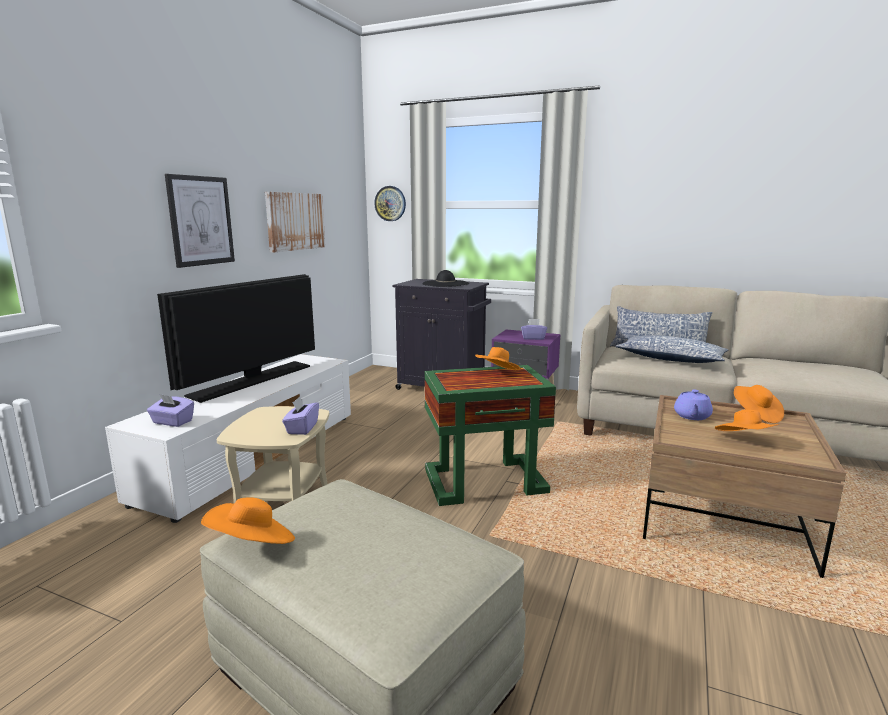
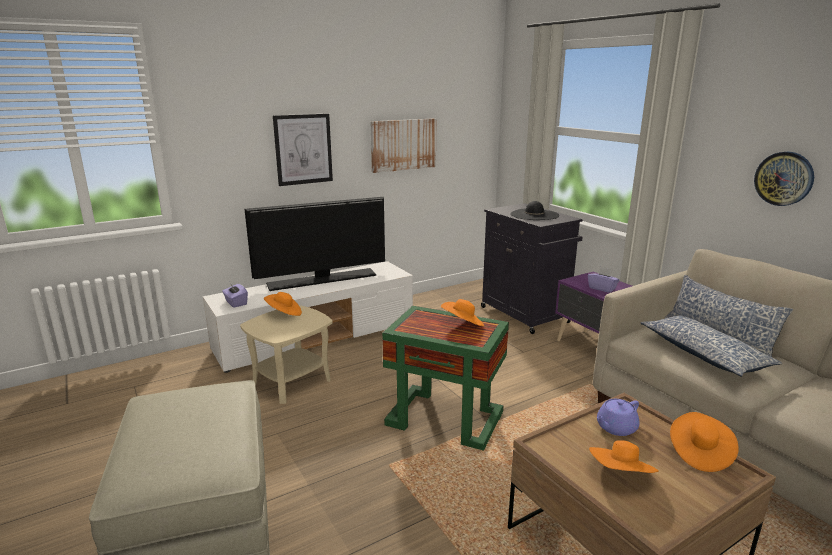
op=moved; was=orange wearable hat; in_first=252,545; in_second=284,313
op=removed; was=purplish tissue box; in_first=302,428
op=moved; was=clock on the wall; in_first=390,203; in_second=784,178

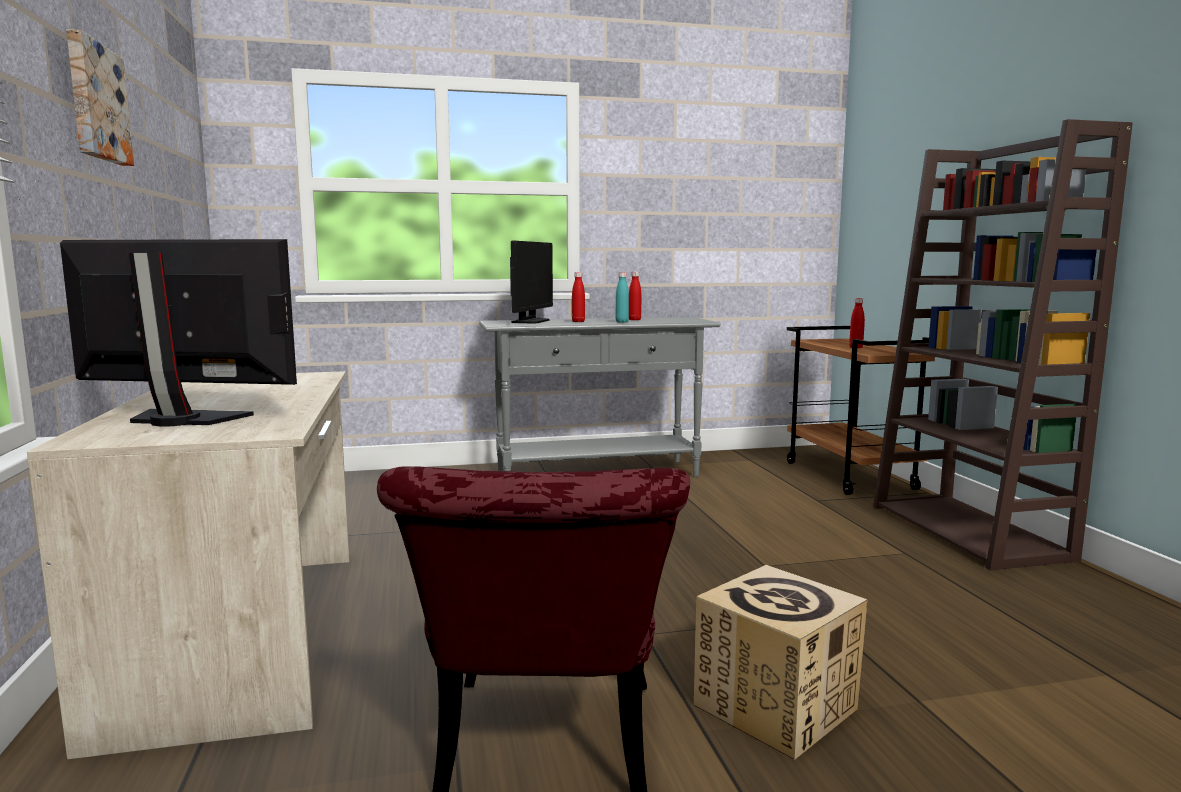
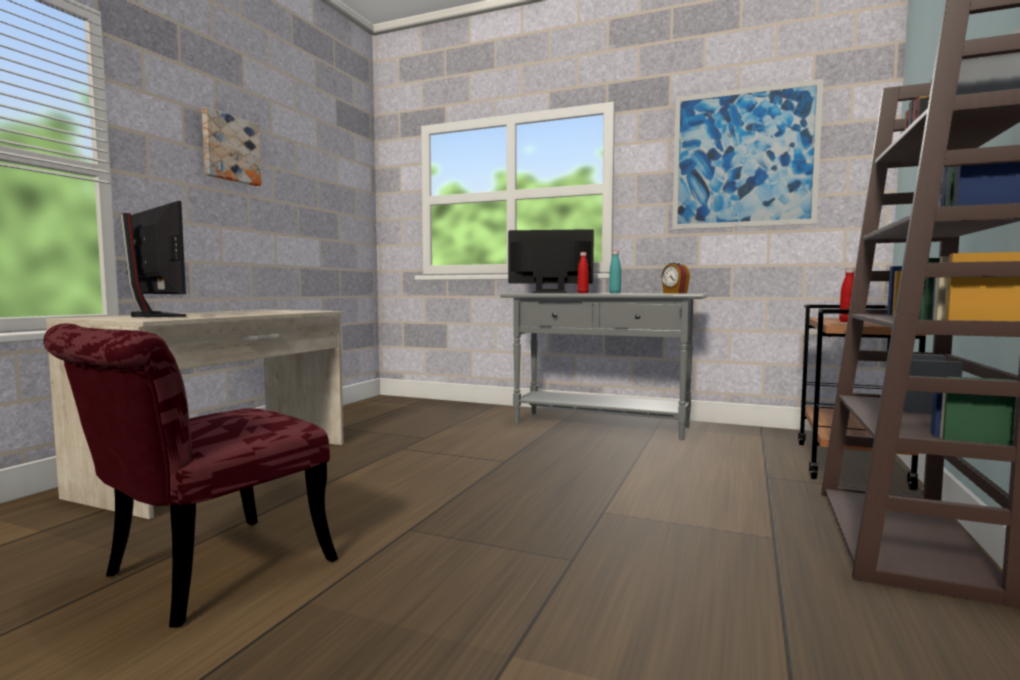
op=turned; was=monitor; in_first=530,321; in_second=550,293; clockwise=-135
op=removed; was=red-coloured bottle; in_first=634,320
op=removed; was=cardboard box; in_first=776,707
op=added; now=alarm clock; in_second=674,293
op=added; now=wall art; in_second=743,158

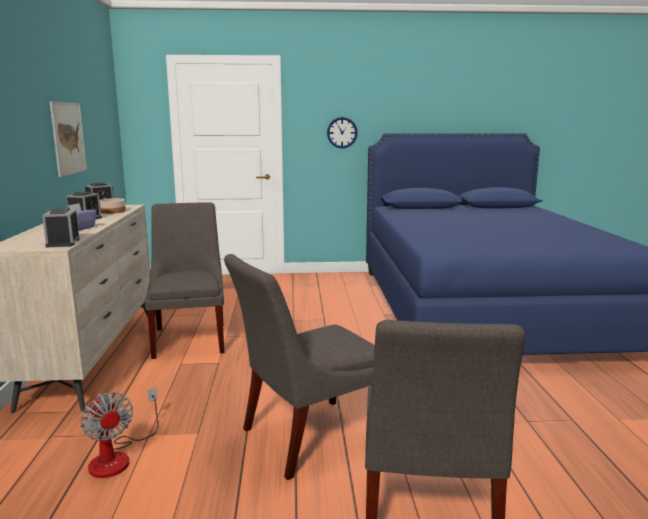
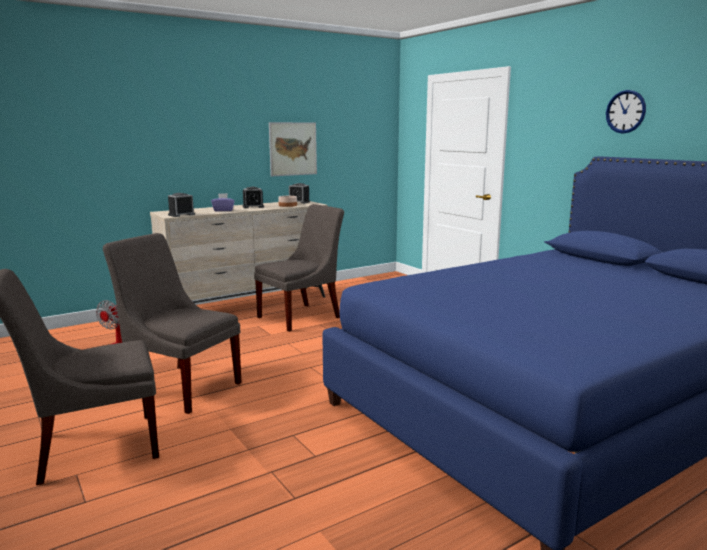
op=moved; was=clock on the wall; in_first=342,132; in_second=625,111

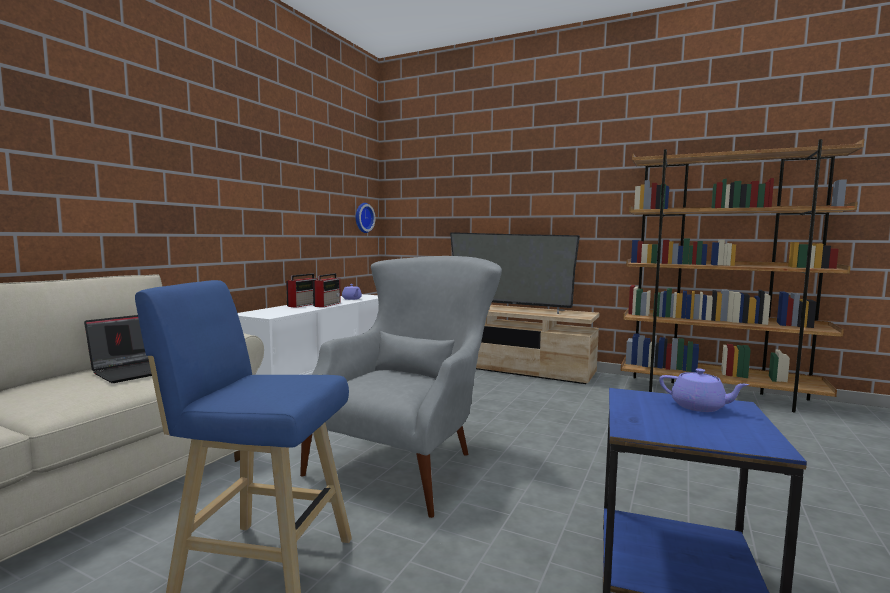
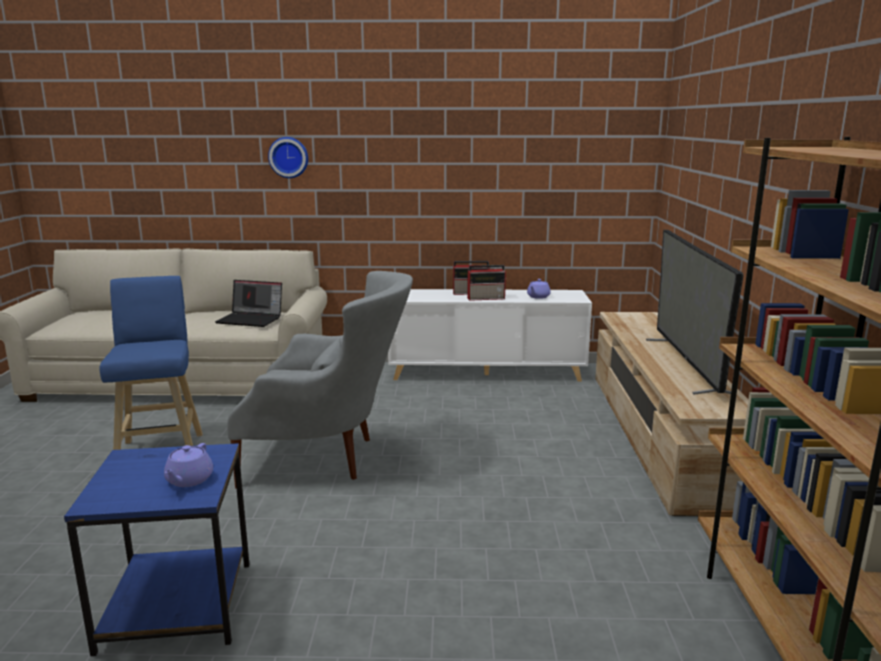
op=moved; was=clock on the wall; in_first=363,217; in_second=289,157

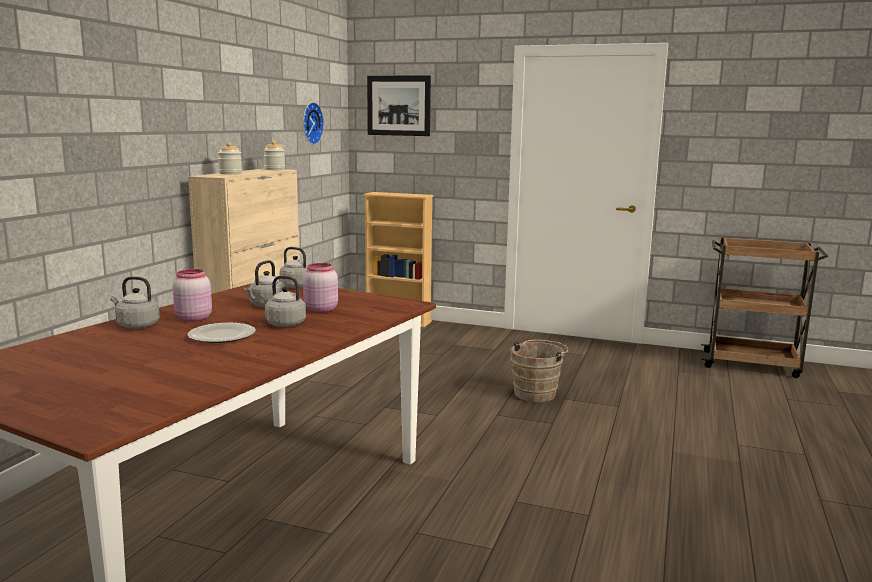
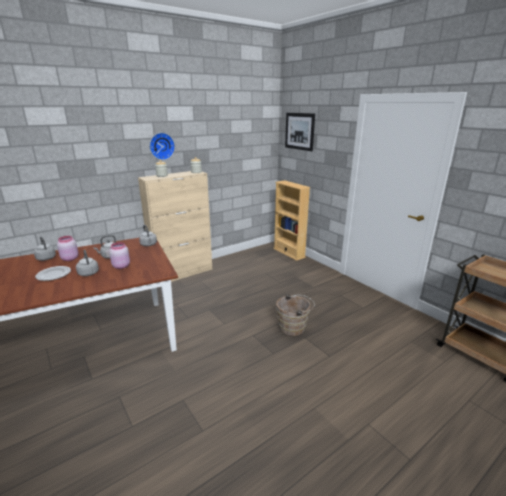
op=moved; was=clock on the wall; in_first=310,123; in_second=161,146

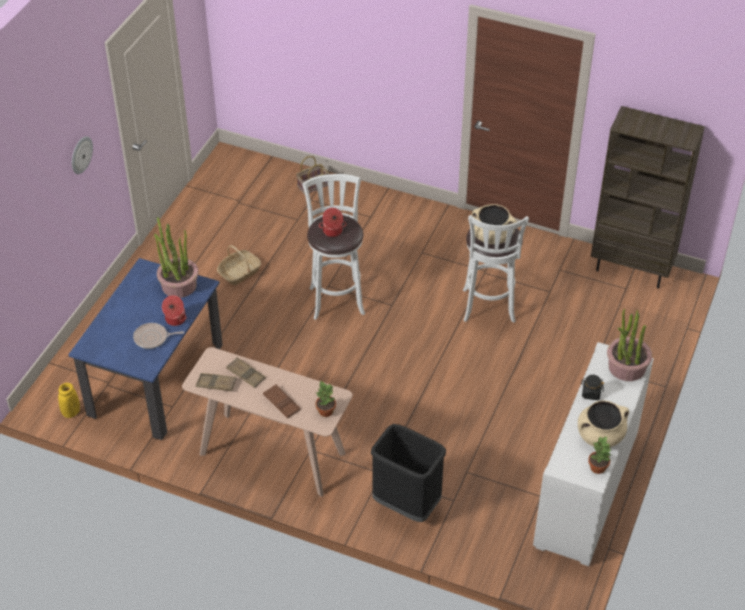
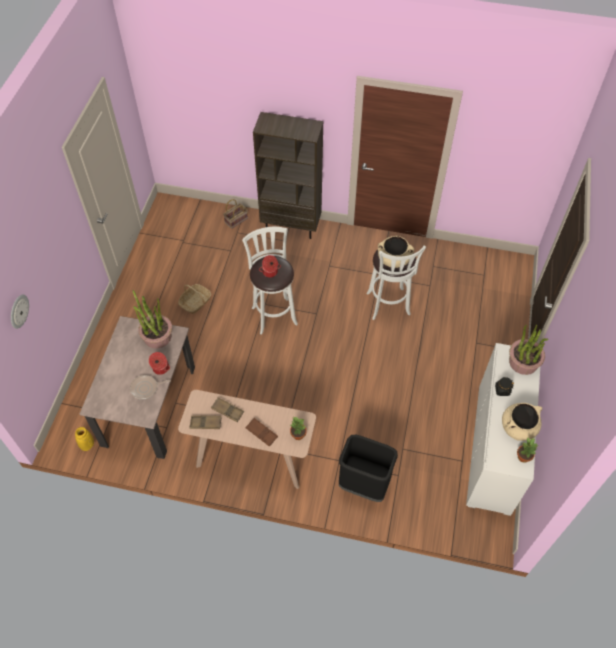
op=recoloured; was=blue dining table; now=sand-coloured dining table; in_first=156,380; in_second=149,406
op=moved; was=clock on the wall; in_first=81,154; in_second=18,311
op=moved; was=brown-coloured bookshelf; in_first=632,269; in_second=291,226

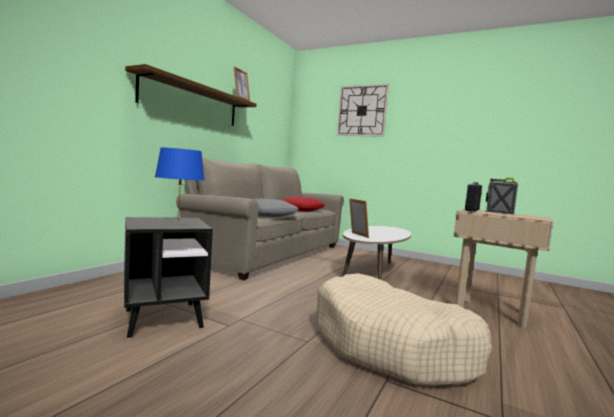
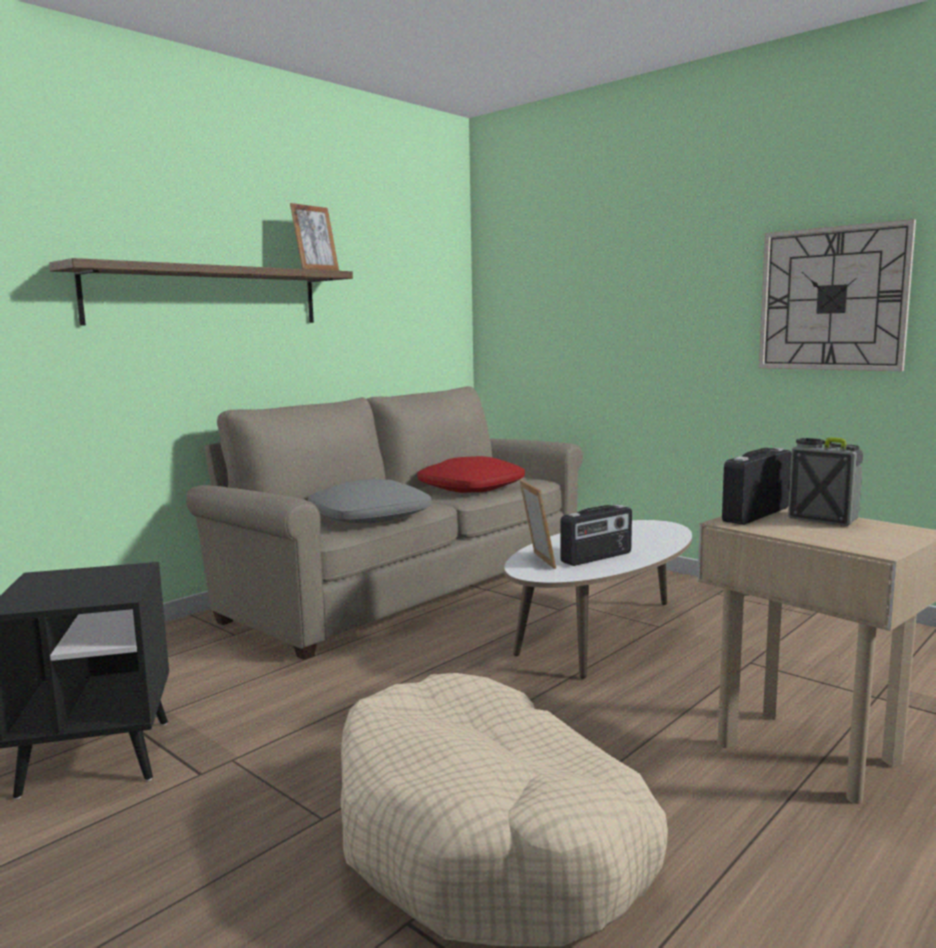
op=removed; was=blue tabletop lamp; in_first=178,220
op=moved; was=clock on the wall; in_first=362,111; in_second=832,299
op=added; now=radio; in_second=597,558

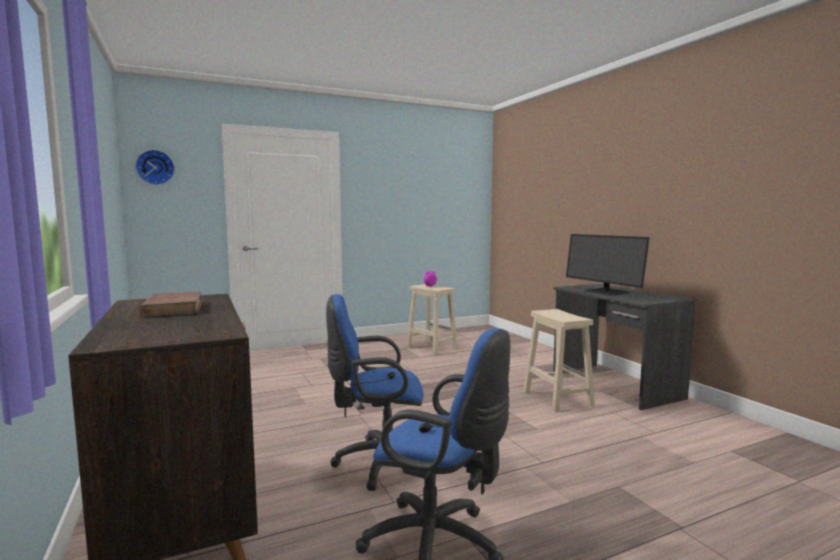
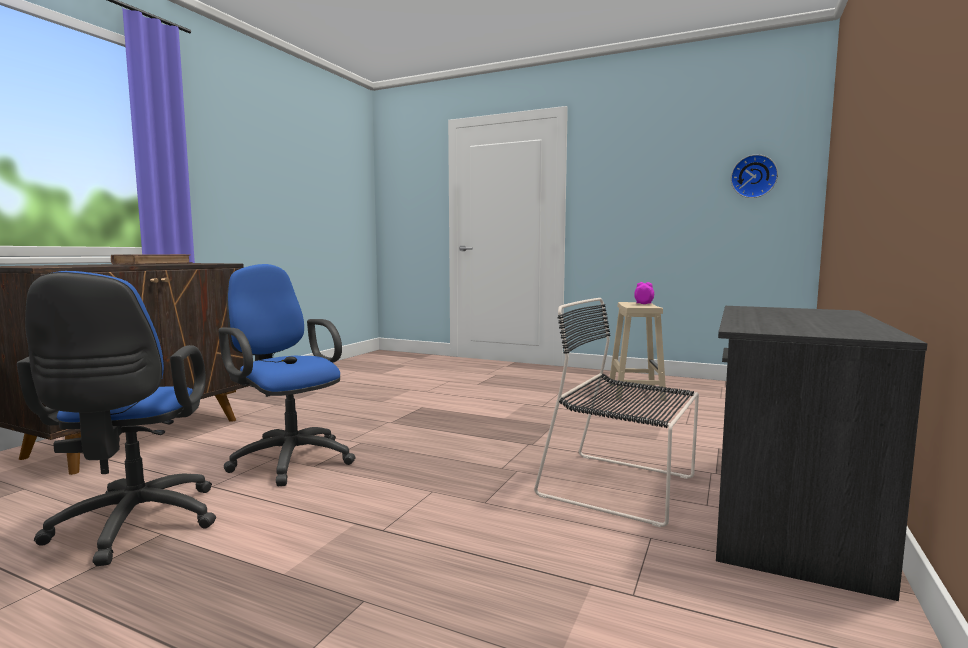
op=moved; was=clock on the wall; in_first=155,167; in_second=753,176
op=replaced; was=sand-coloured sitting stool; now=black-coloured plain chair; in_first=556,398; in_second=622,488
op=removed; was=monitor; in_first=605,292

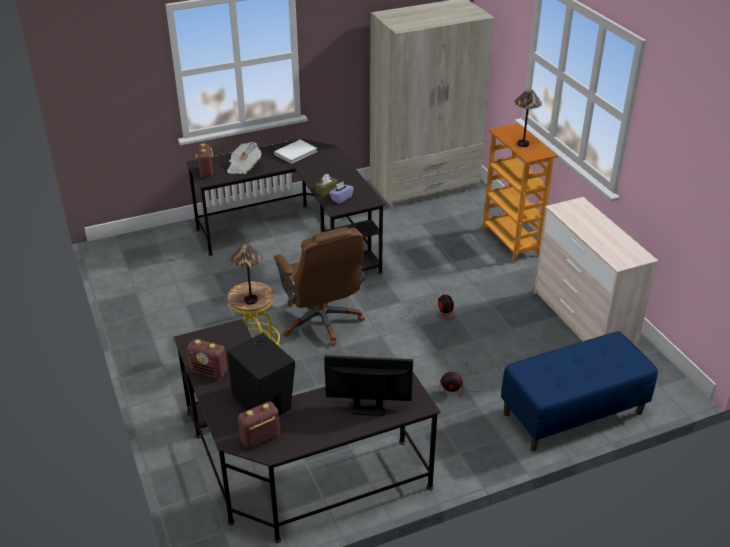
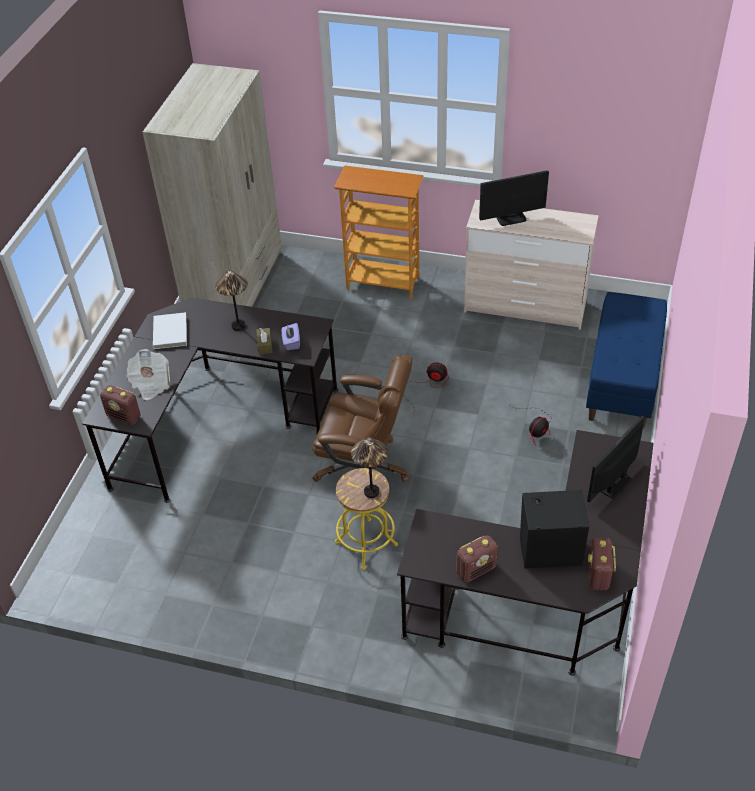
op=moved; was=tabletop lamp; in_first=523,144; in_second=238,326
op=added; now=monitor; in_second=511,218

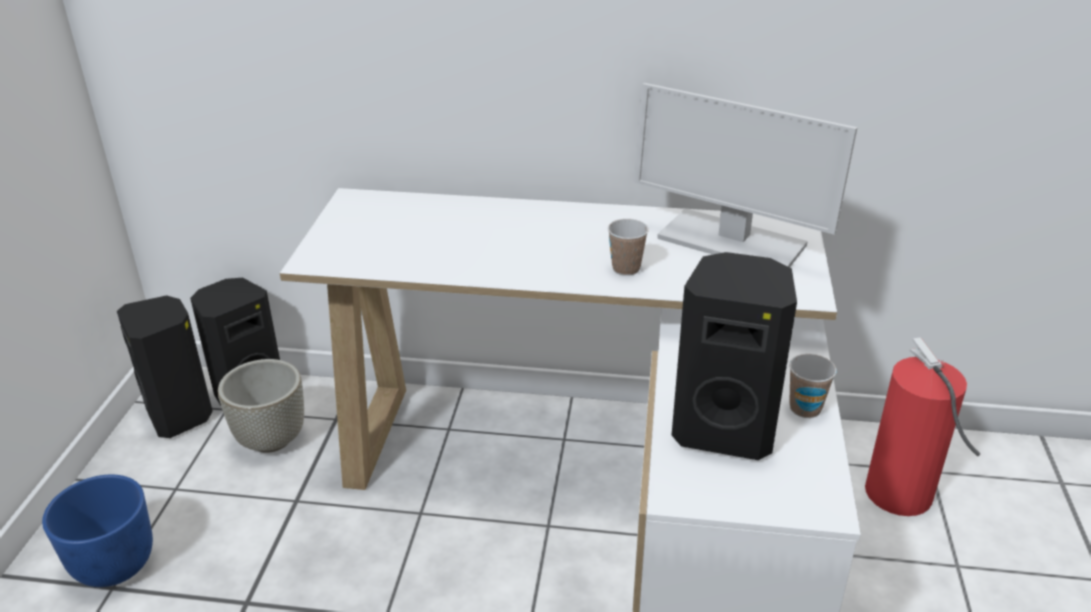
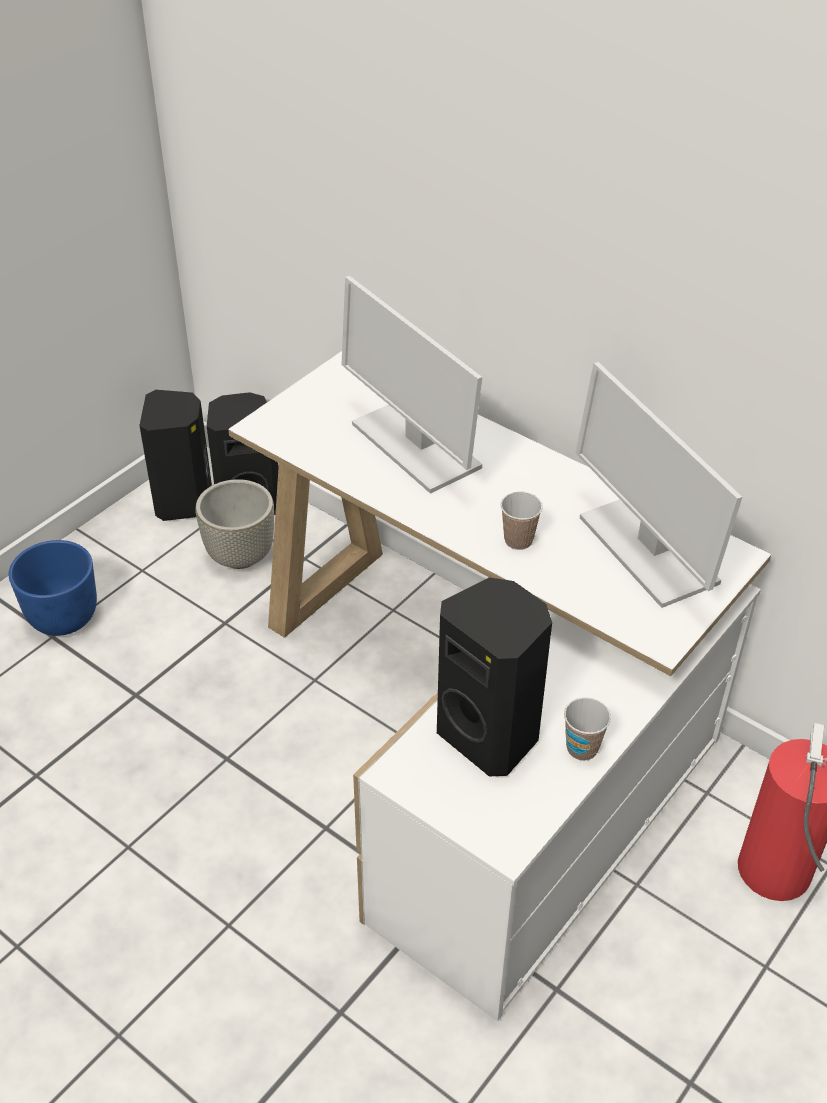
op=added; now=monitor; in_second=414,446

